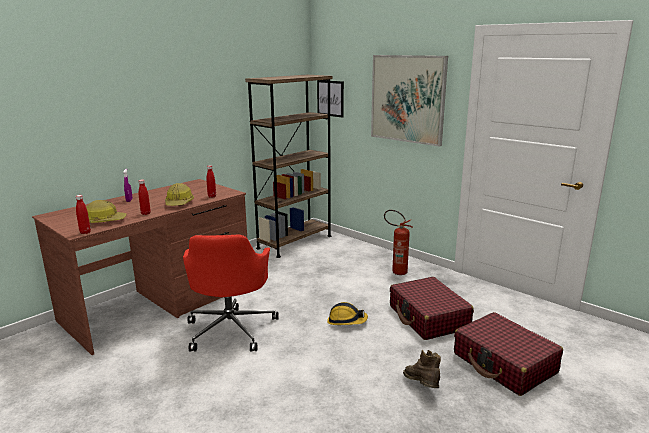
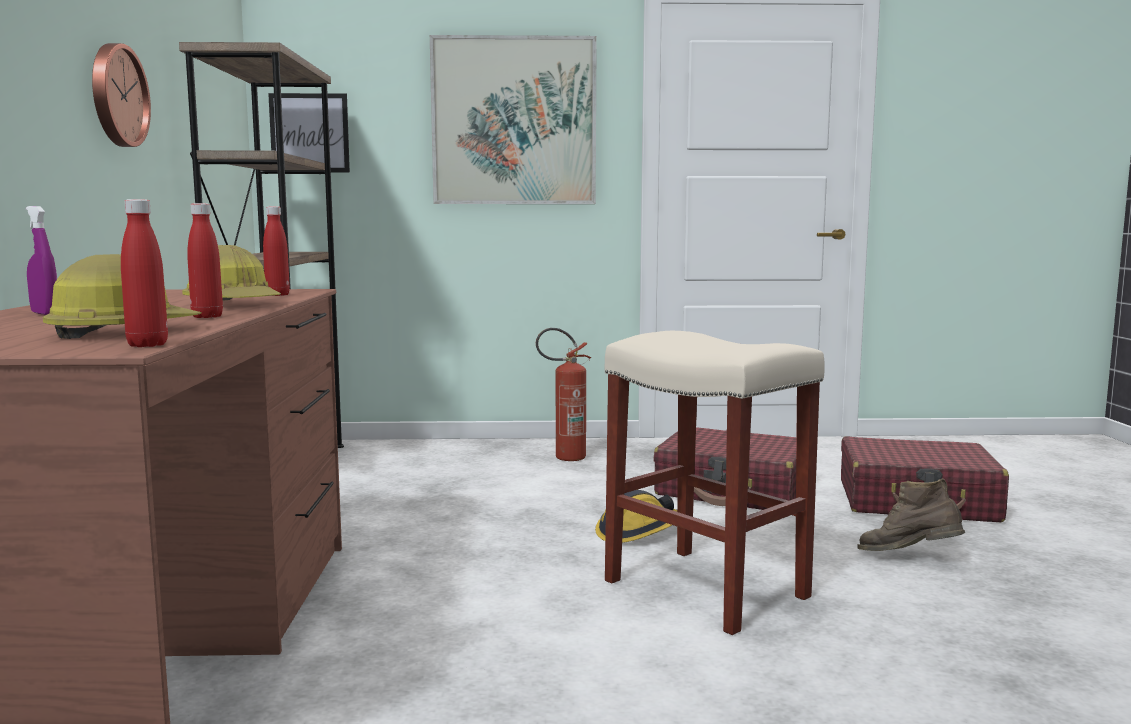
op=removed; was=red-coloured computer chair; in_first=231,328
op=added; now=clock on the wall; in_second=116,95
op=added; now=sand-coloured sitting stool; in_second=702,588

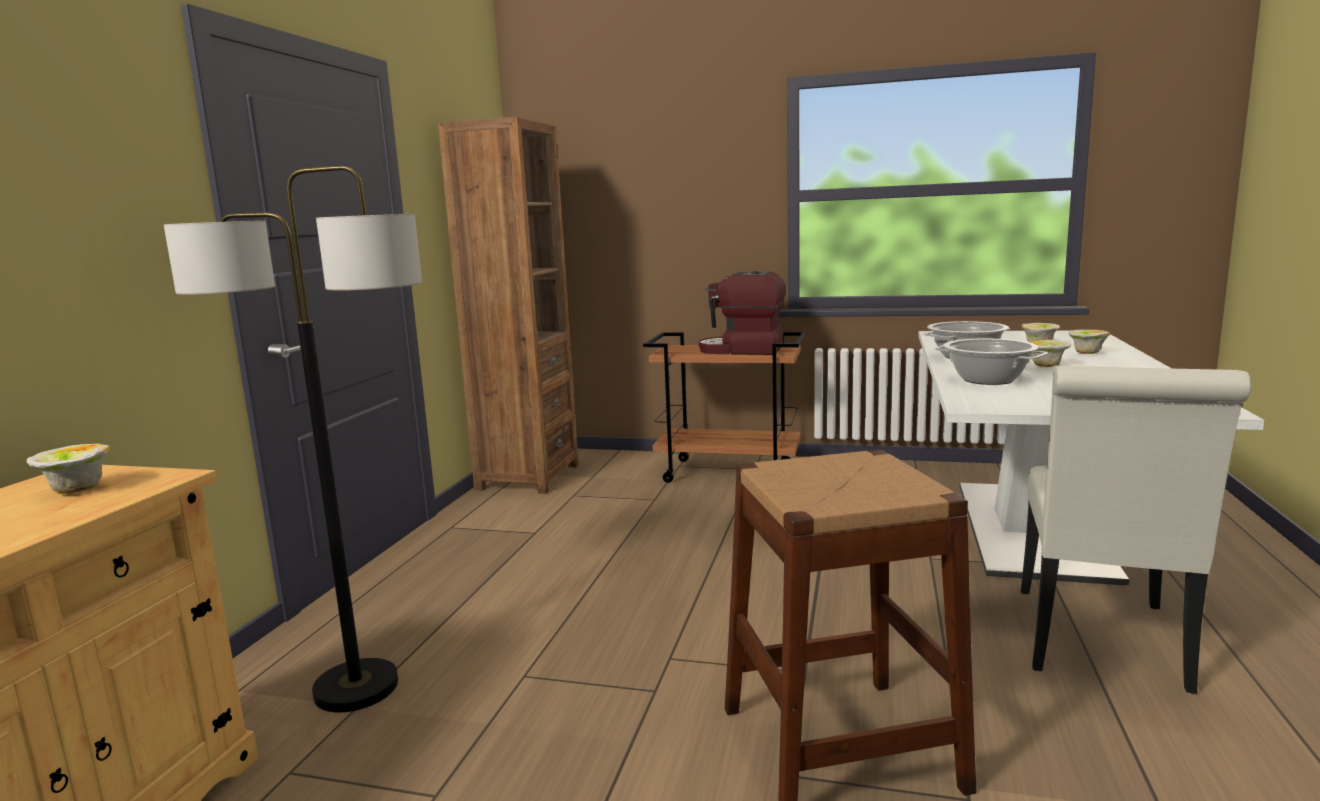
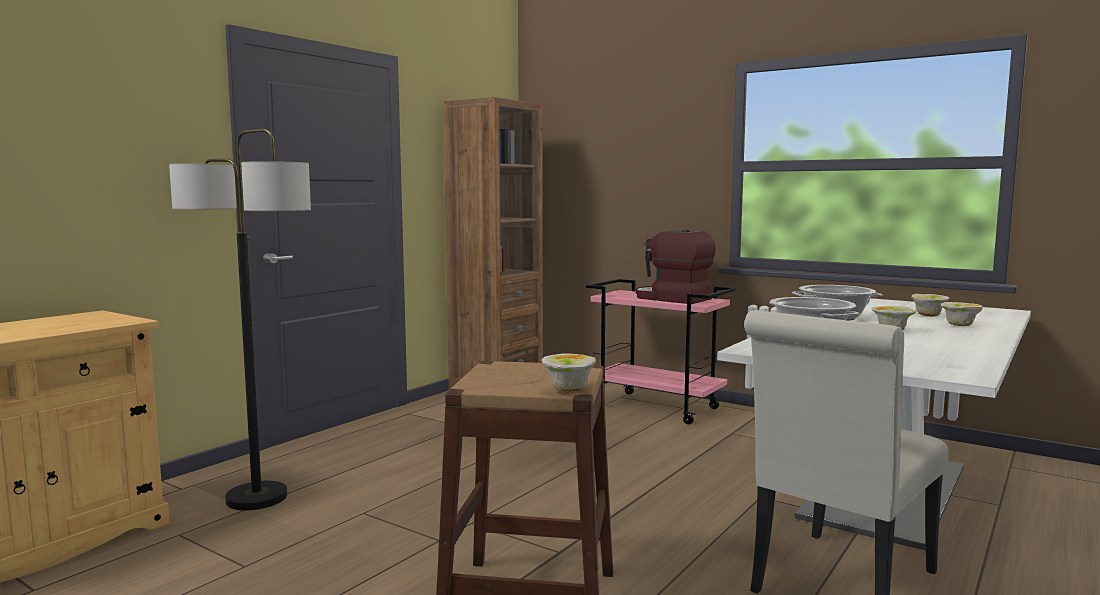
op=moved; was=bowl; in_first=75,491; in_second=567,390
op=recoloured; was=brown-coloured wheeled cart; now=pinkish wheeled cart; in_first=730,473; in_second=658,408

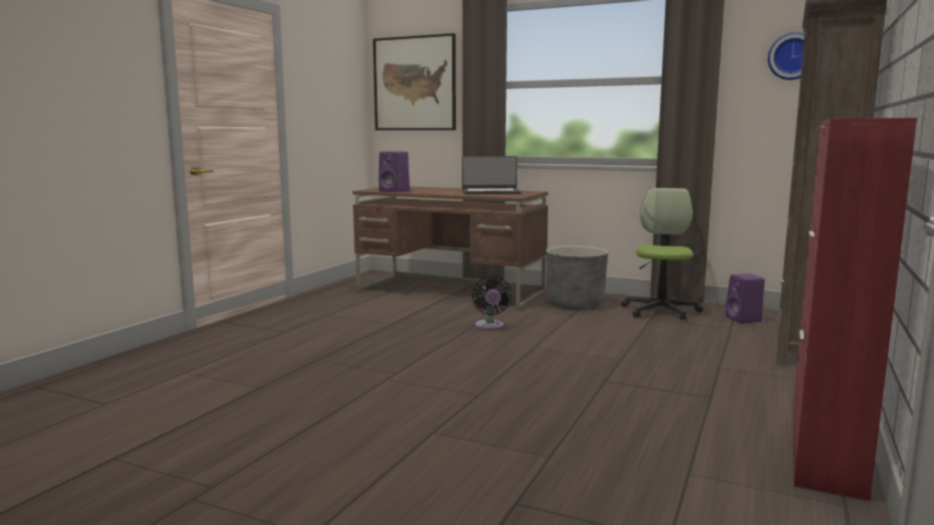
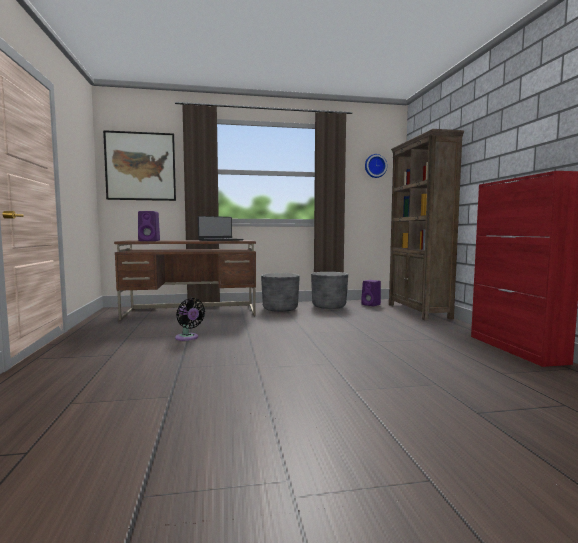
op=moved; was=black-coloured fan; in_first=490,326; in_second=188,338
op=replaced; was=computer chair; now=gray flower pot; in_first=660,311; in_second=329,306

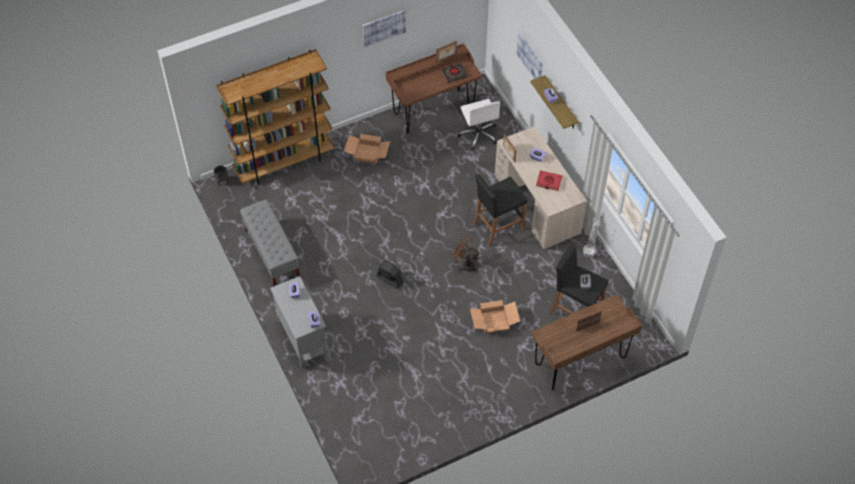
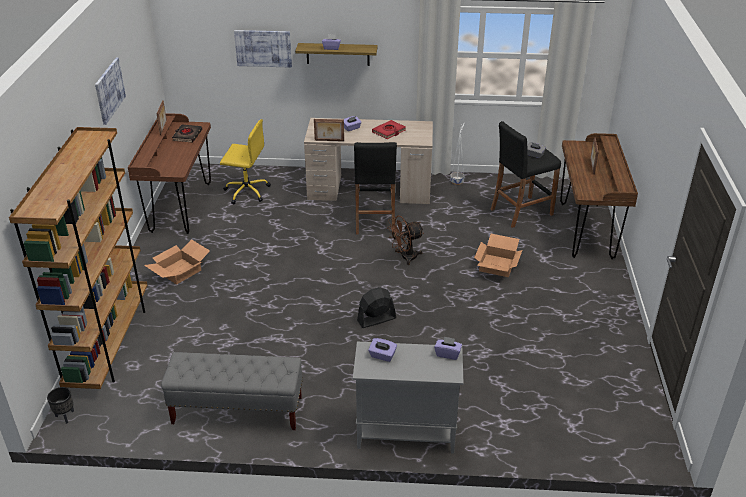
op=recoloured; was=white-coloured computer chair; now=yellow computer chair; in_first=478,134; in_second=246,191

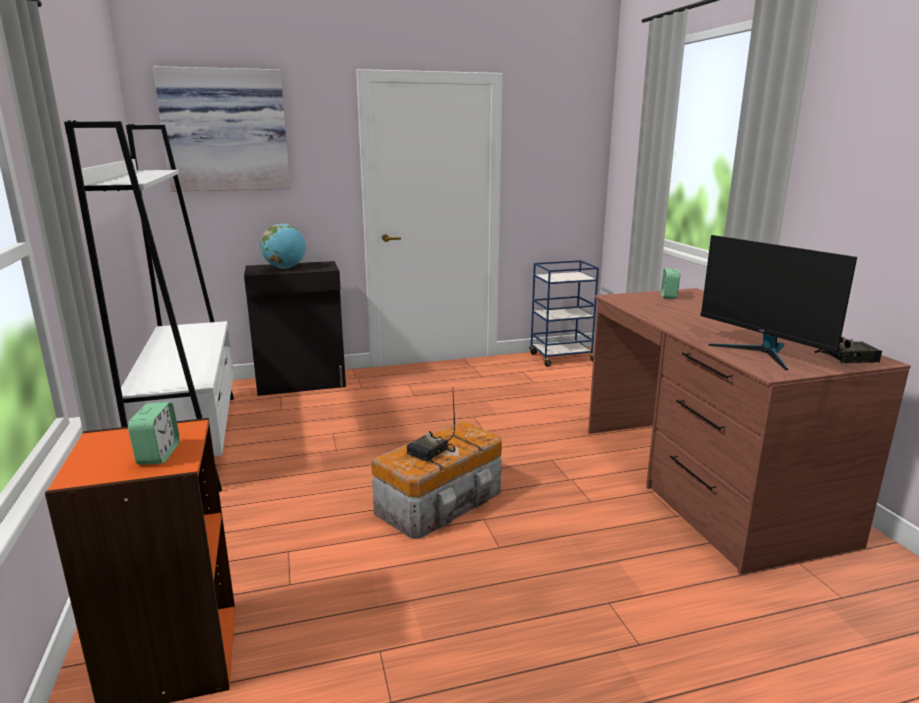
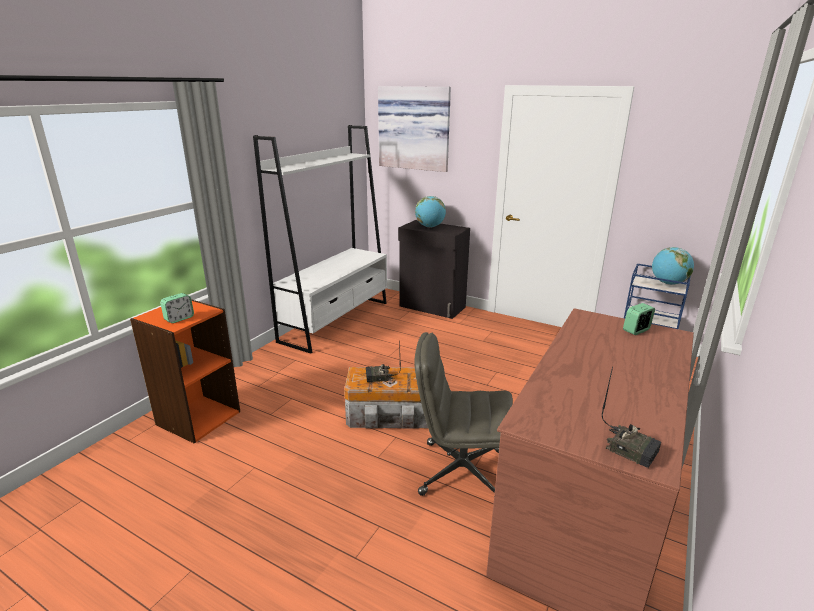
op=removed; was=monitor; in_first=762,352
op=added; now=gray computer chair; in_second=460,472
op=added; now=globe; in_second=668,283

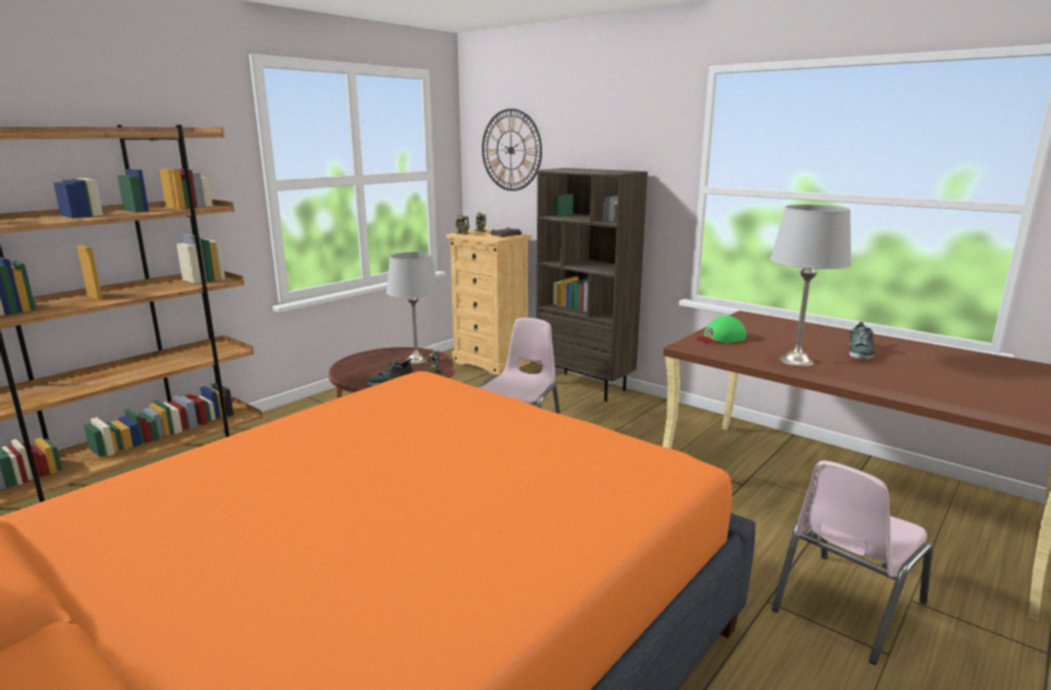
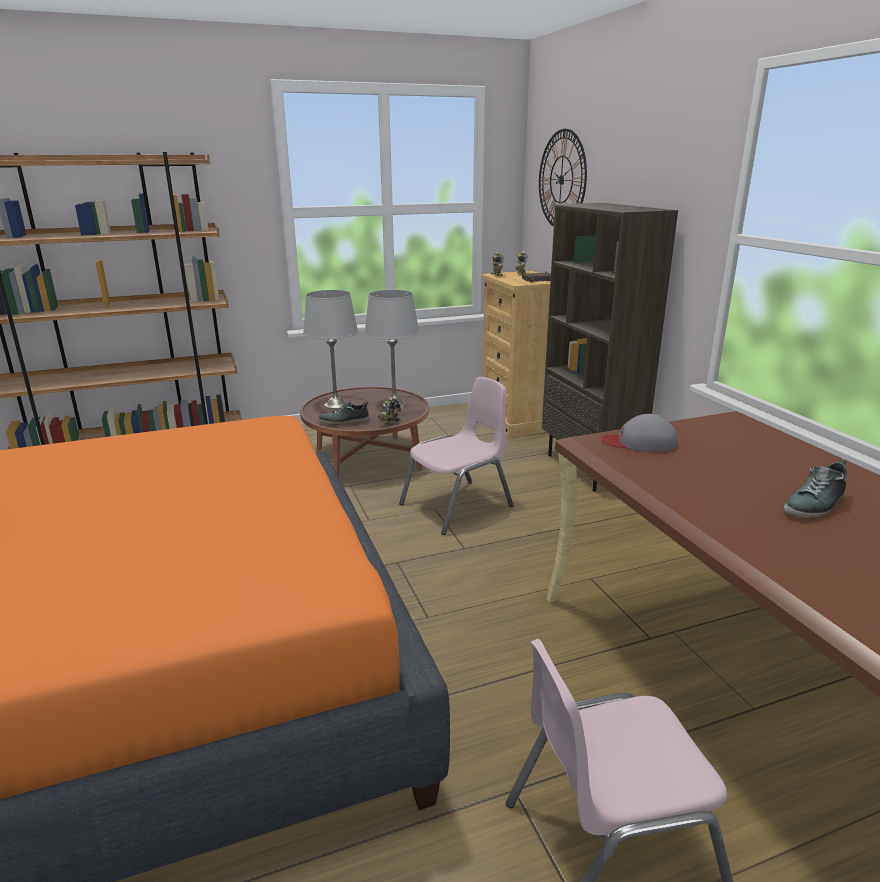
op=recoloured; was=green-coloured peaked cap; now=gray peaked cap; in_first=720,338; in_second=640,442
op=moved; was=gray tabletop lamp; in_first=797,361; in_second=336,404

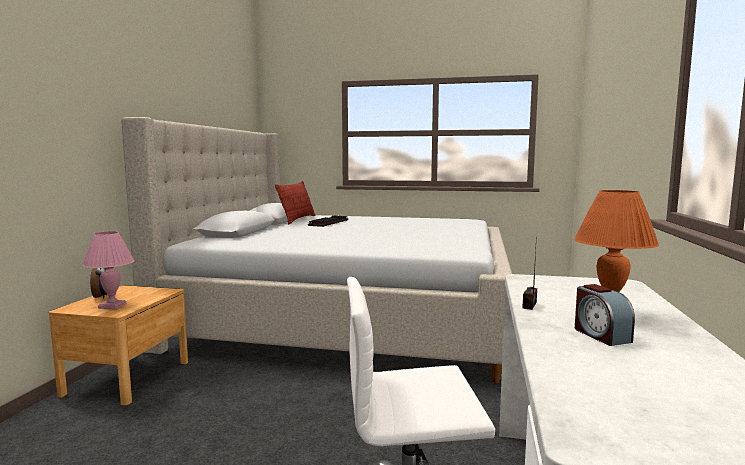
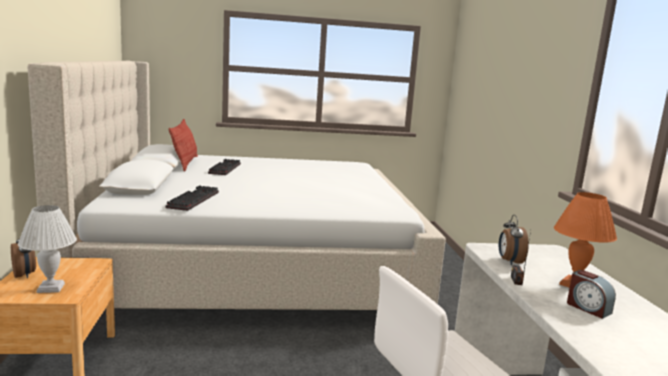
op=recoloured; was=pinkish tabletop lamp; now=white-coloured tabletop lamp; in_first=112,306; in_second=51,288
op=added; now=keyboard; in_second=193,199
op=added; now=alarm clock; in_second=509,261

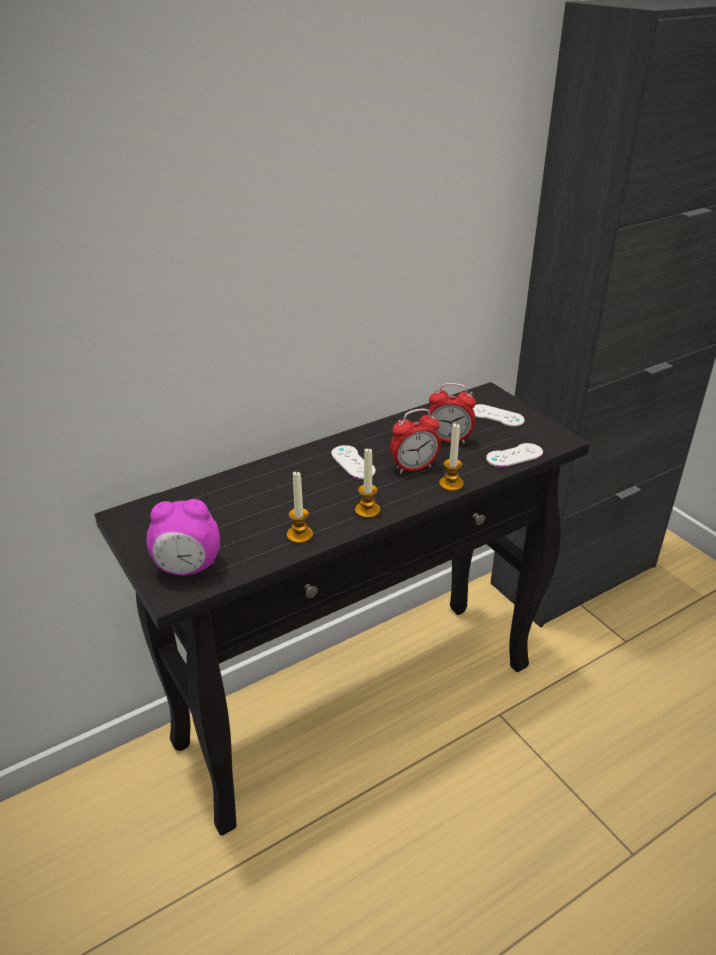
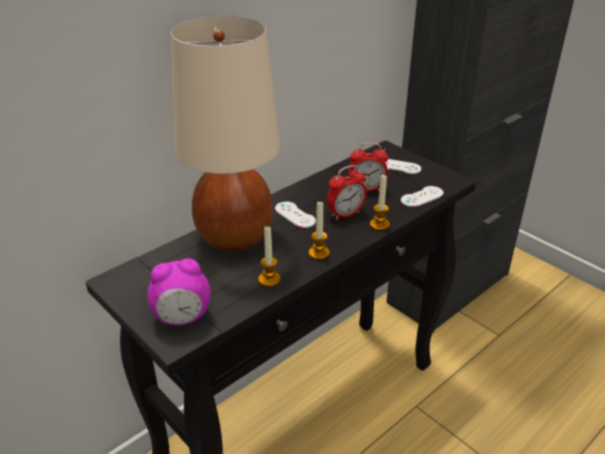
op=added; now=sand-coloured tabletop lamp; in_second=235,236

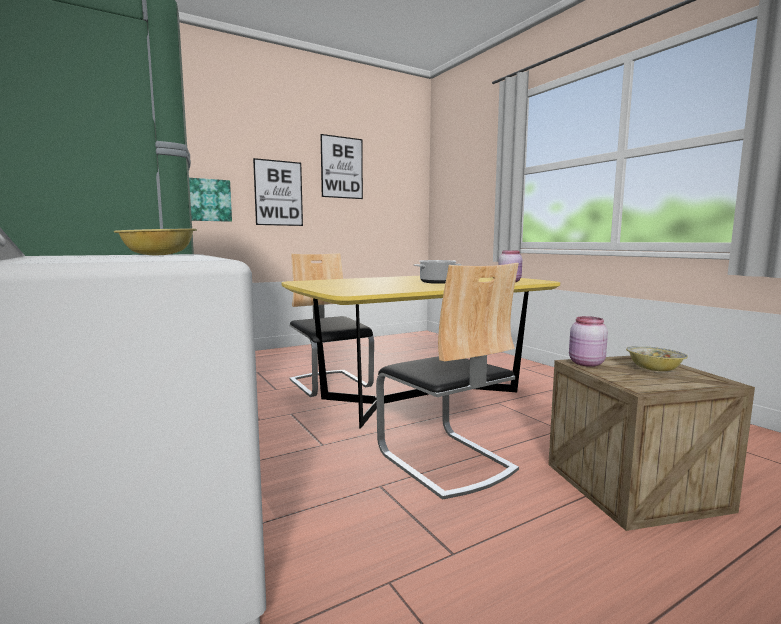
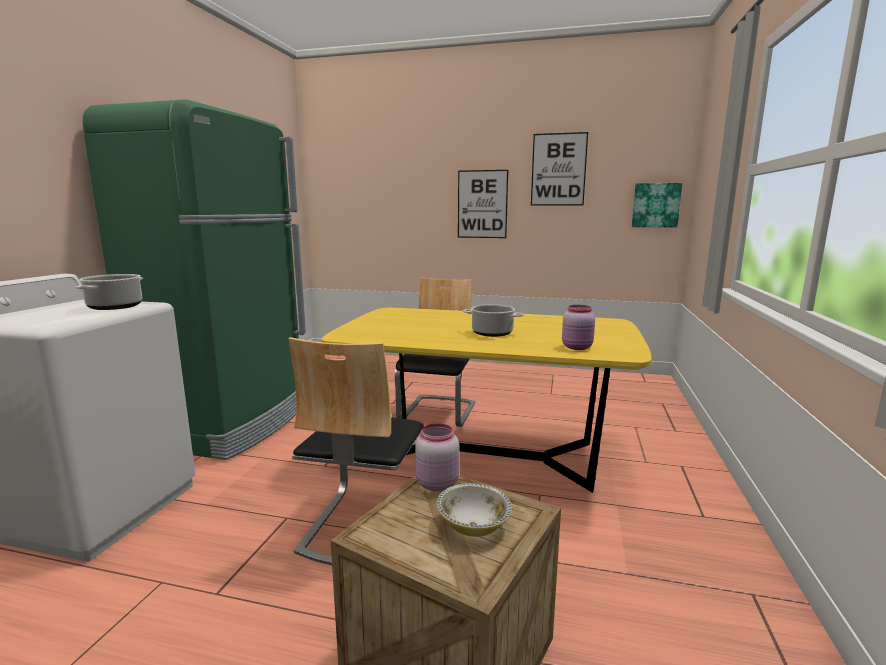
op=replaced; was=bowl; now=saucepot; in_first=158,255; in_second=115,307
op=moved; was=wall art; in_first=209,200; in_second=656,205

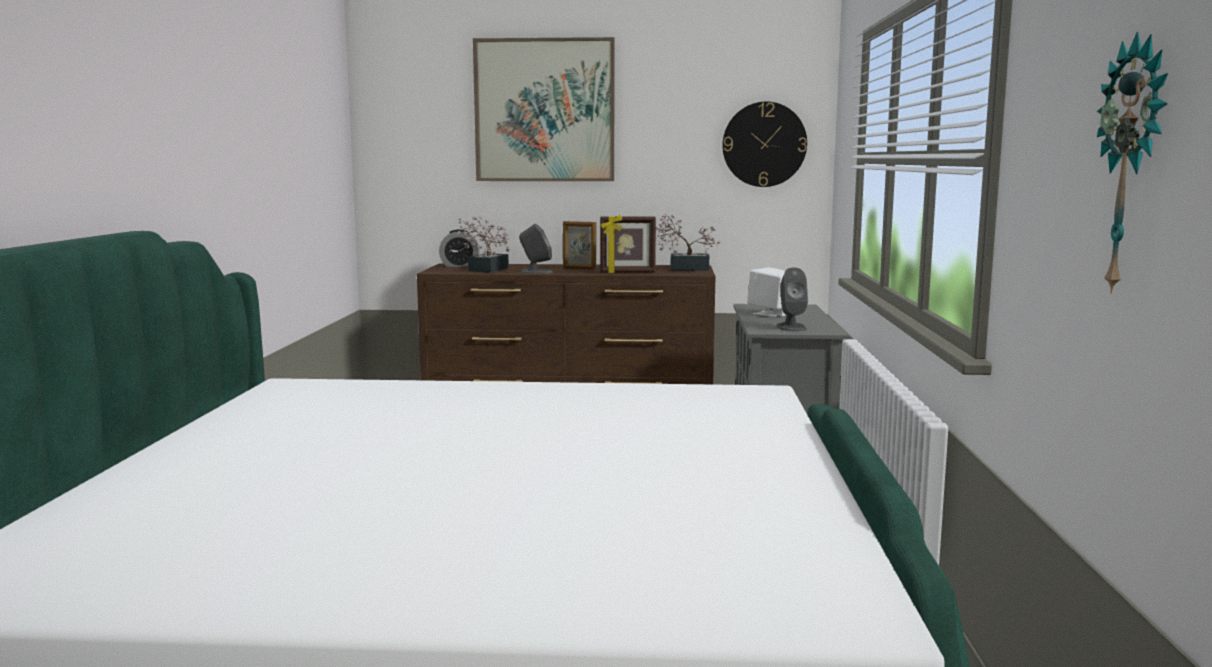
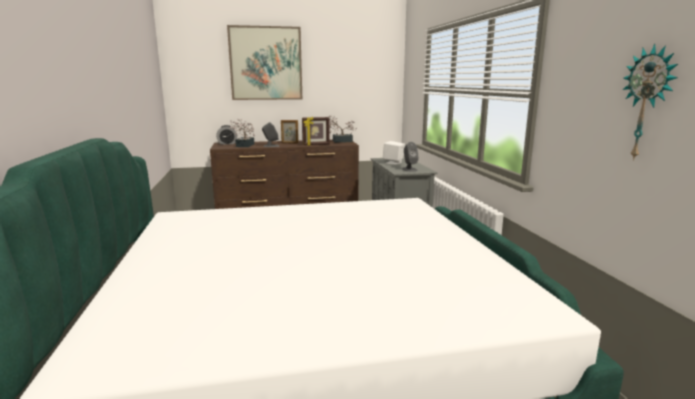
op=removed; was=clock on the wall; in_first=764,144

